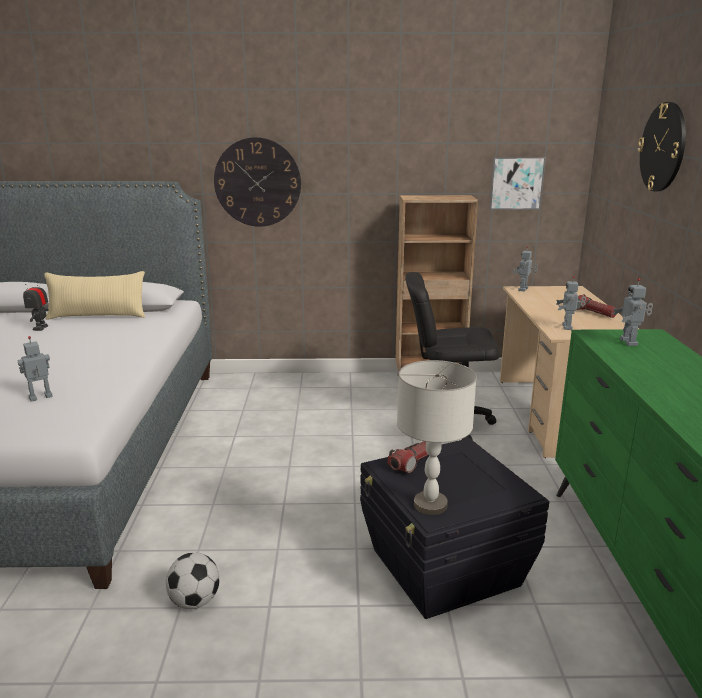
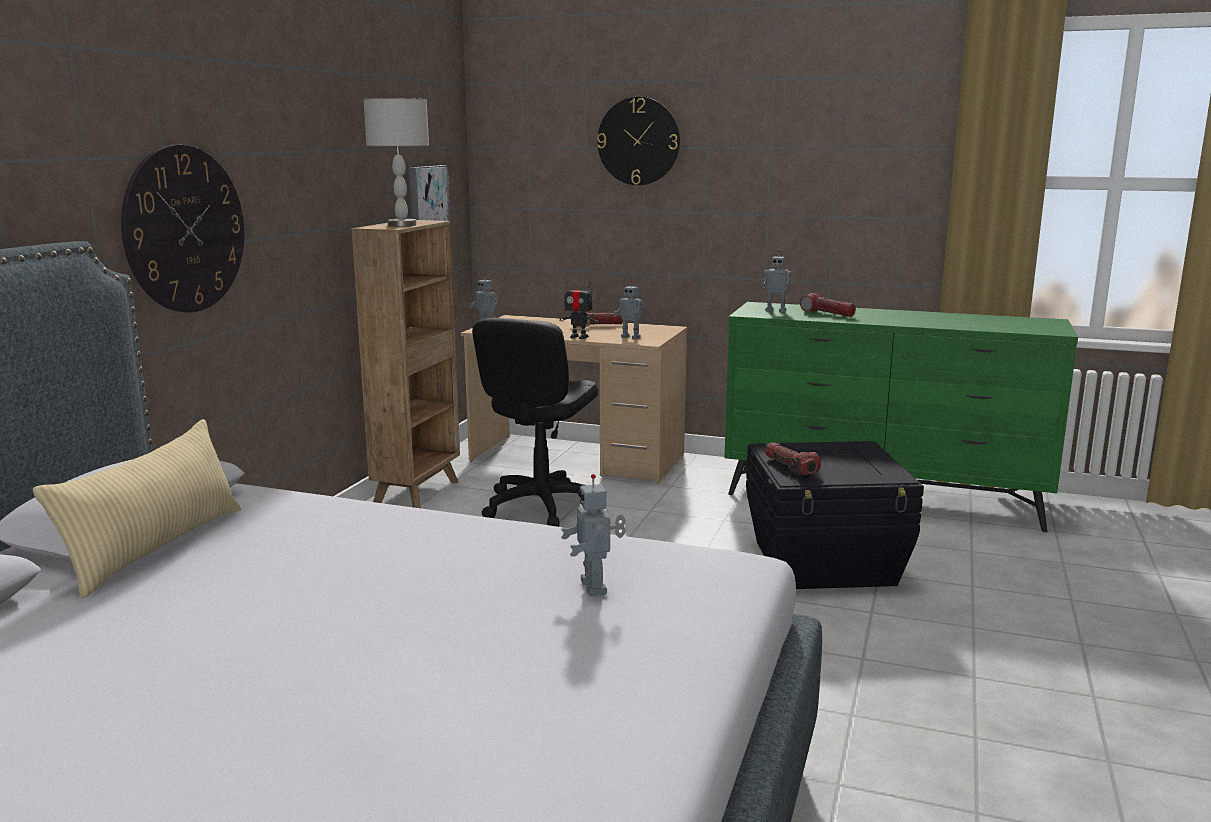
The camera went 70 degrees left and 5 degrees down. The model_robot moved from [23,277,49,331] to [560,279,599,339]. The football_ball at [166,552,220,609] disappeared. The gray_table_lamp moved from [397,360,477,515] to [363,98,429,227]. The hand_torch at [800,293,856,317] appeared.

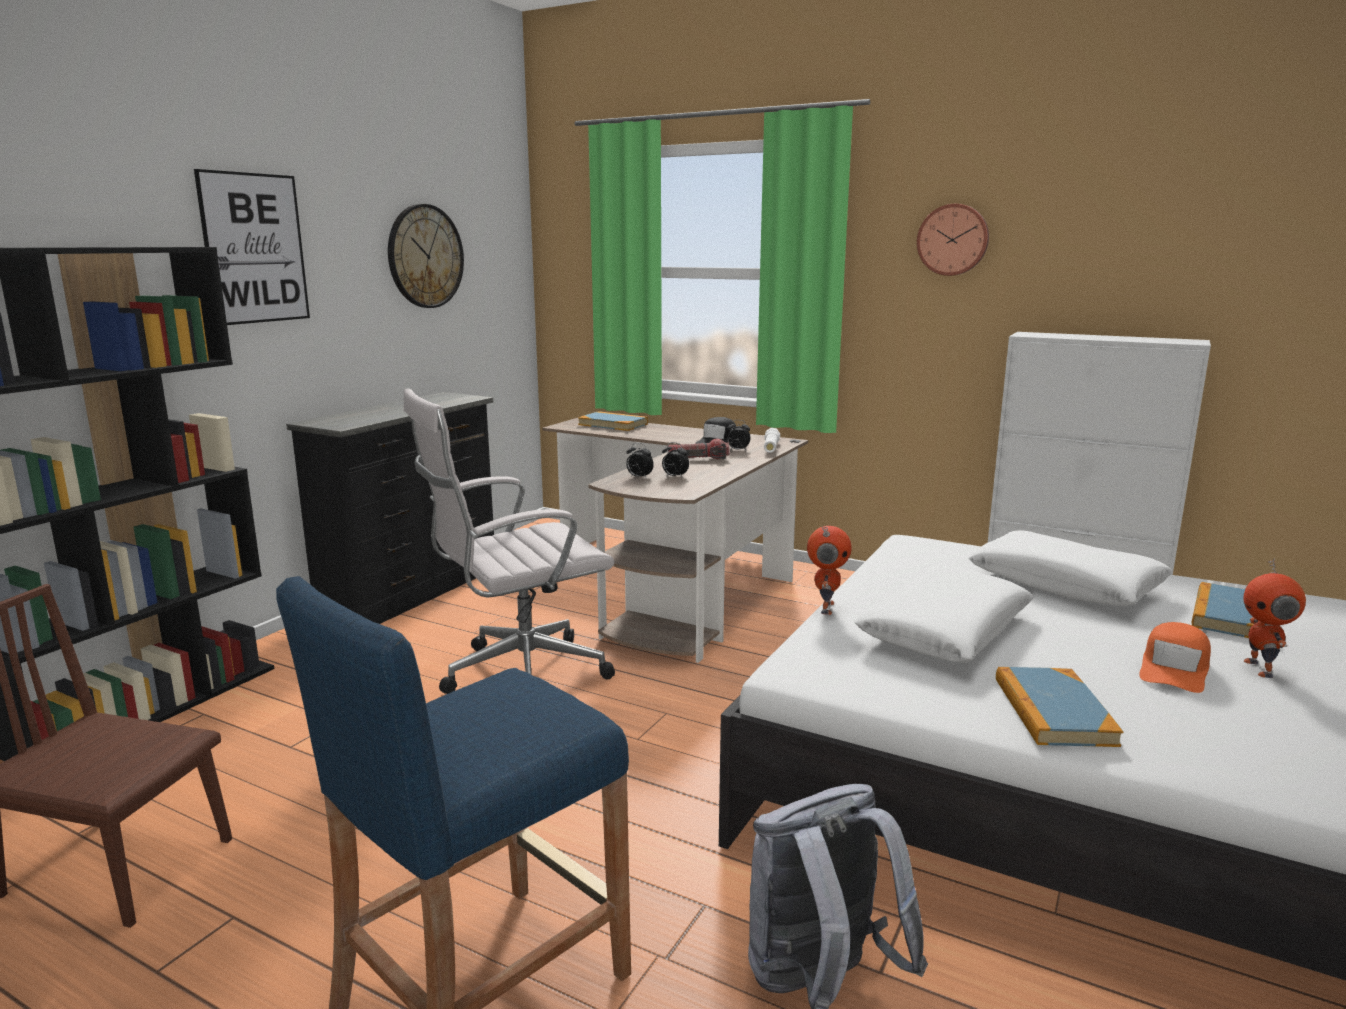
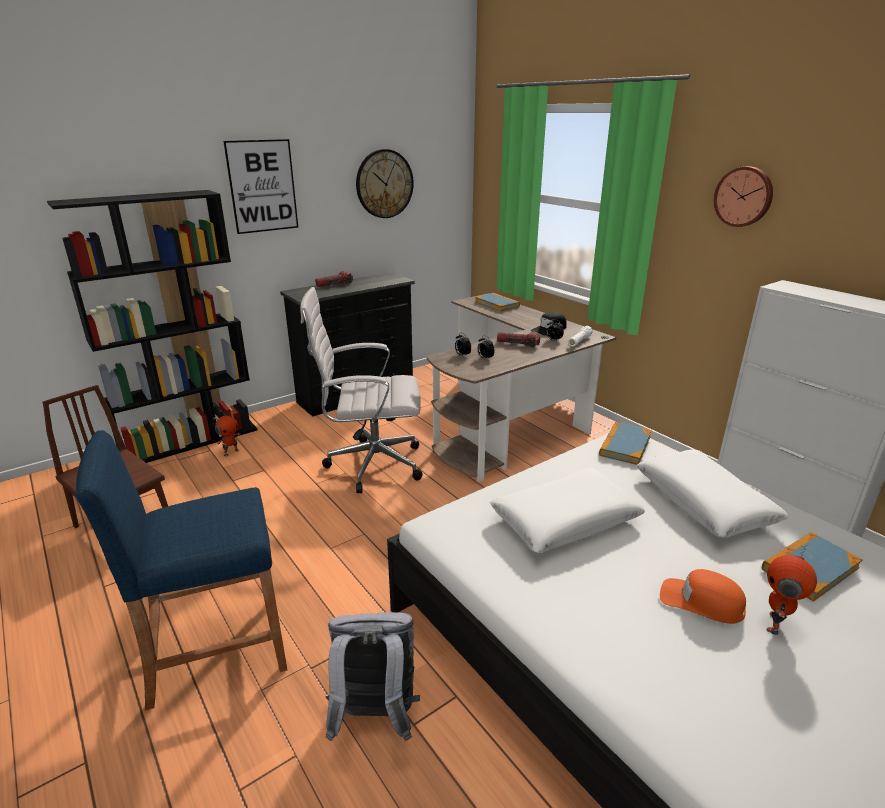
The camera went 25 degrees right and 10 degrees up. The model_robot moved from [807,526,852,615] to [214,416,240,457]. The volume moved from [996,667,1123,747] to [599,422,652,465]. The orange-coloured_baseball_cap at [1139,622,1211,693] turned 60 degrees clockwise. The hand_torch at [315,271,353,287] appeared.

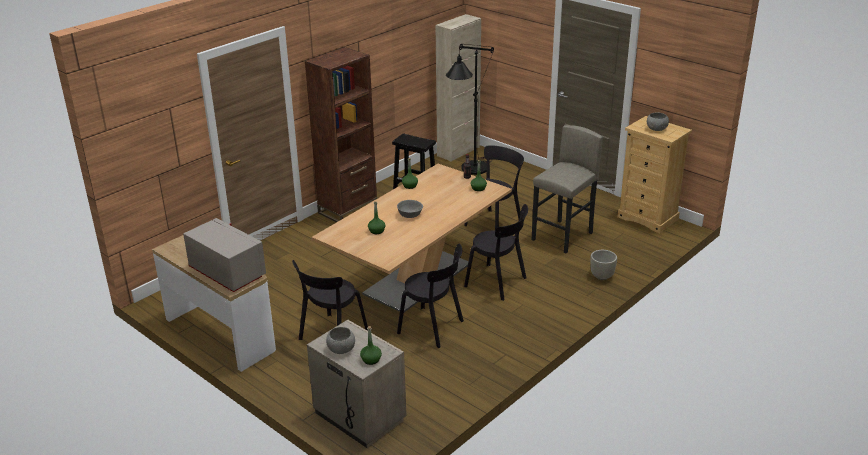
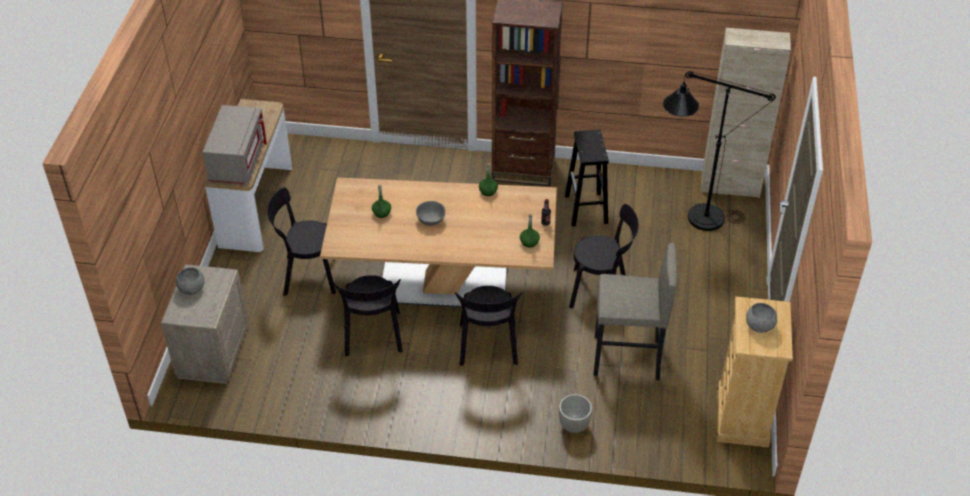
The camera went 55 degrees right and 15 degrees up. The greenish_bottle at [360,326,382,365] disappeared.

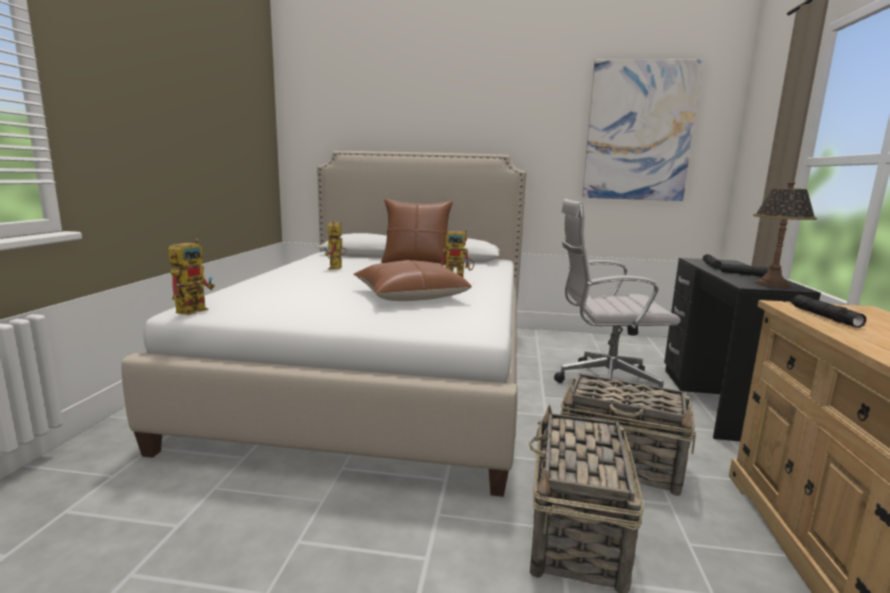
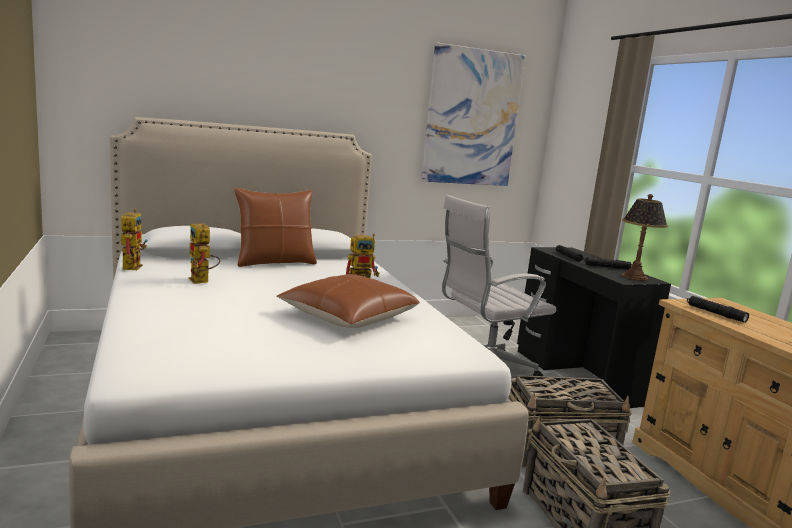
The camera went 30 degrees left and 0 degrees up. The model_robot moved from [168,239,215,315] to [121,209,148,270].

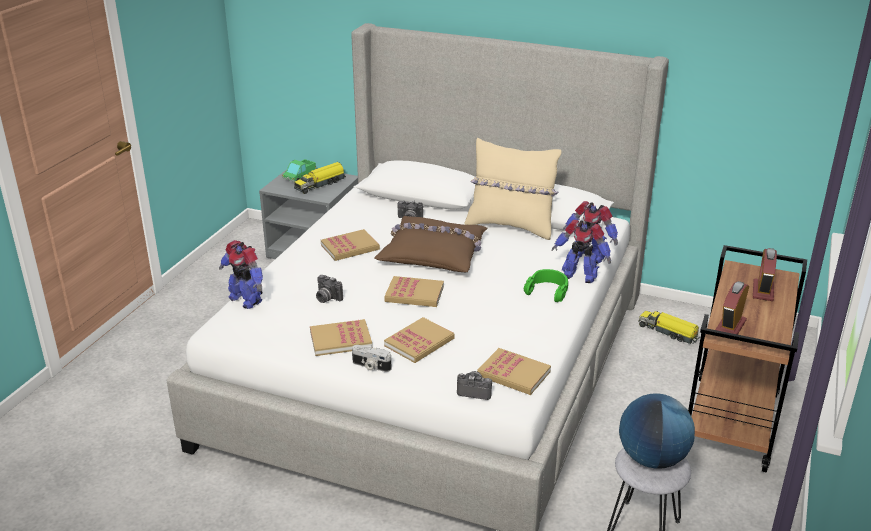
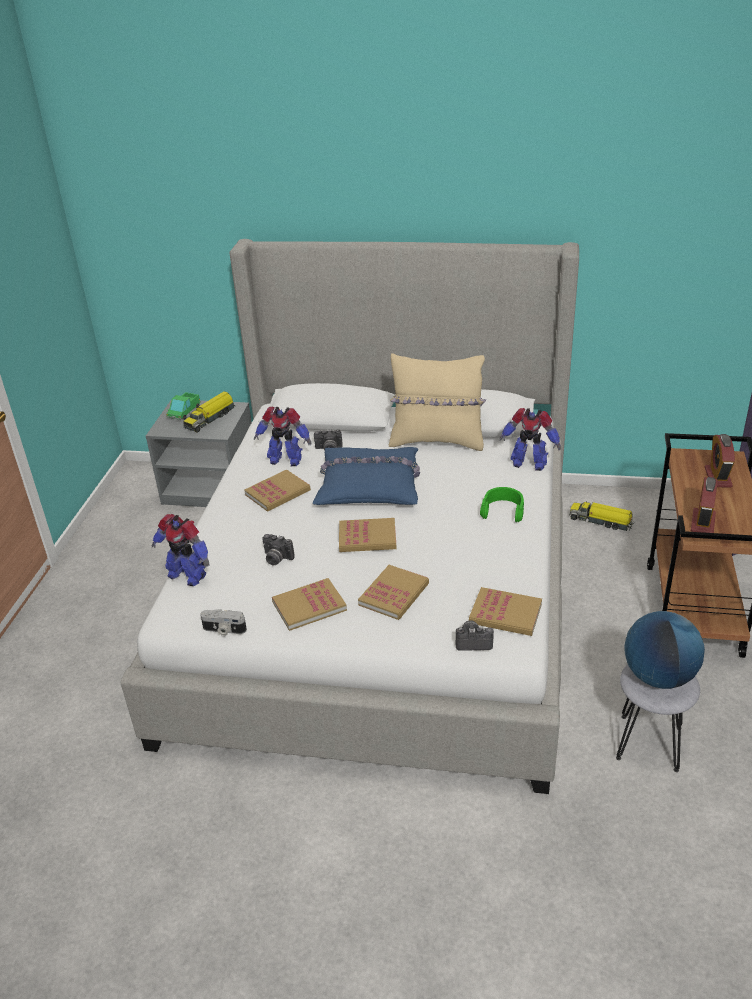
The camera went 10 degrees left and 5 degrees up. The still_camera moved from [352,345,391,372] to [200,609,247,636]. The brown_cushion at [374,216,487,272] became the blue-coloured_cushion at [313,447,420,505]. The model_robot moved from [552,220,611,283] to [254,407,311,466].

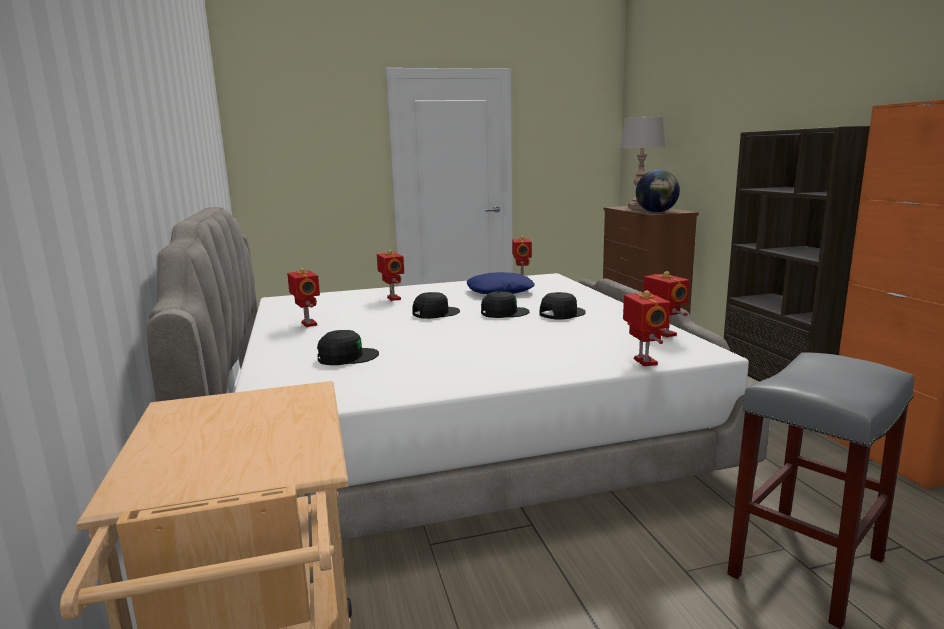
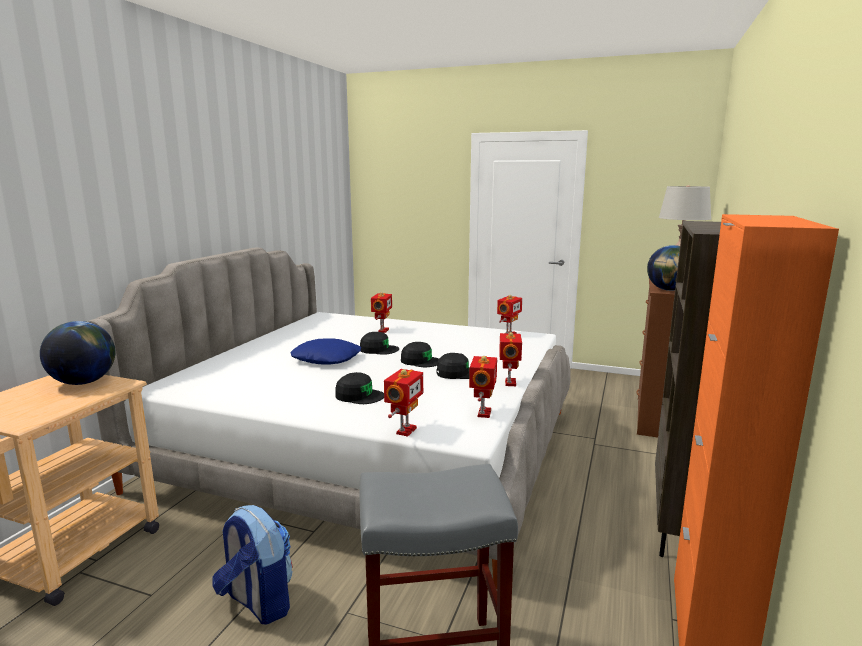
The camera went 35 degrees right and 0 degrees up. The model_robot moved from [287,268,320,327] to [499,332,522,386]. The black-coloured_baseball_cap moved from [317,330,379,365] to [335,372,384,404]. The blue-coloured_cushion moved from [467,272,535,294] to [291,338,361,364]. The world_globe at [40,321,115,385] appeared. The backpack at [213,505,292,625] appeared.

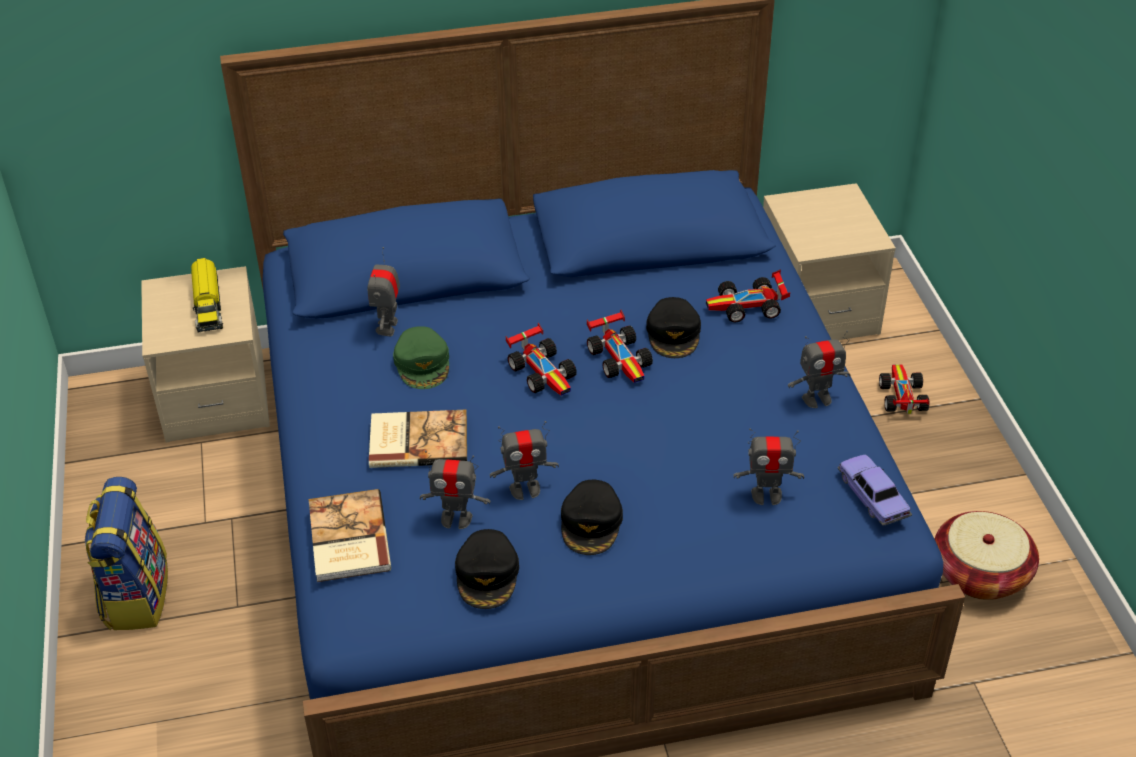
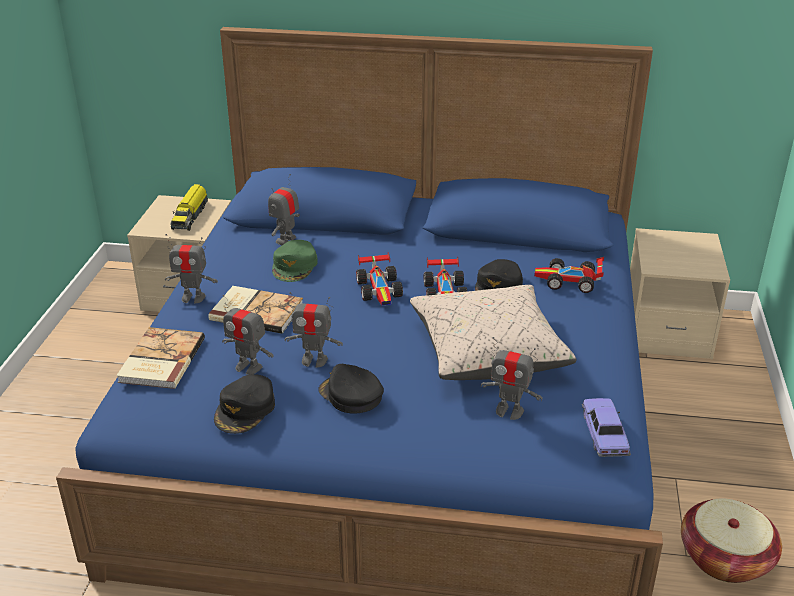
The camera went 20 degrees right and 10 degrees down. The backpack at [85,477,168,630] disappeared. The black-coloured_baseball_cap at [561,480,623,555] turned 105 degrees clockwise. The model_robot moved from [788,330,850,408] to [165,234,218,304]. The miniature_car at [879,364,929,414] disappeared. The beige_cushion at [410,285,576,380] appeared.

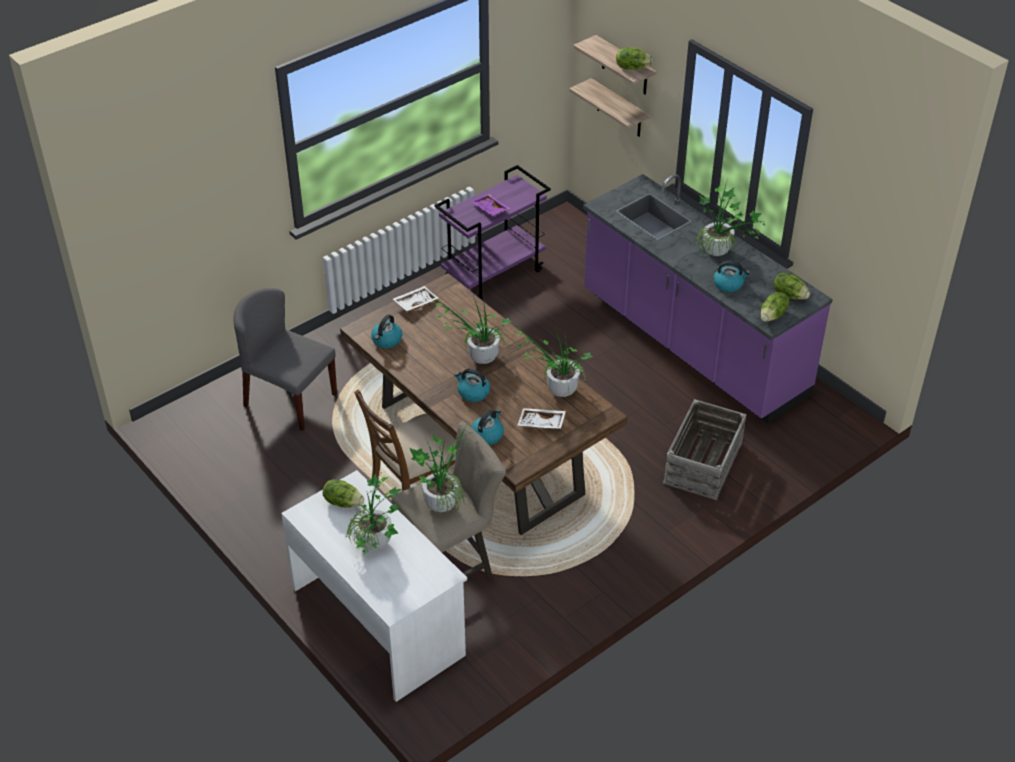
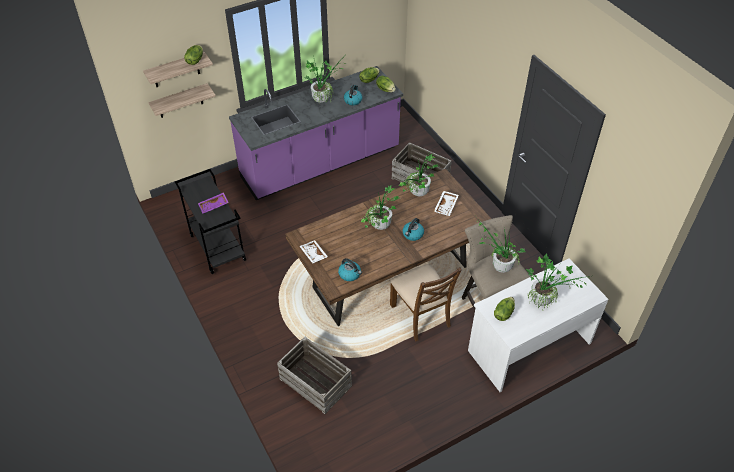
The camera went 80 degrees left and 5 degrees up. The gray_chair at [233,288,337,431] was replaced by the shipping_crate at [277,337,352,414]. The purple-coloured_trolley at [435,165,551,300] became the black-coloured_trolley at [175,169,246,274]. The kettle at [471,409,504,445] disappeared.

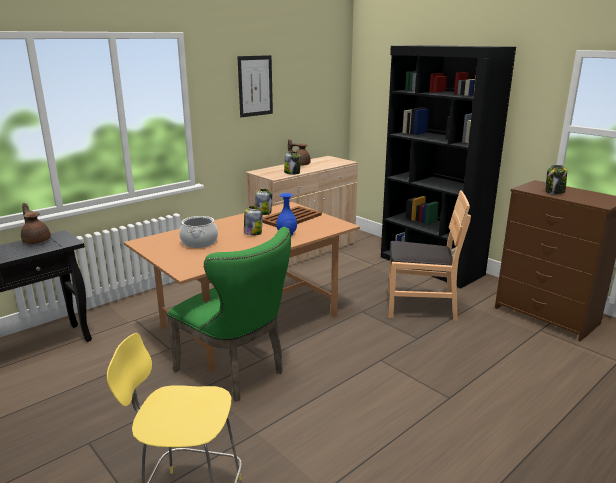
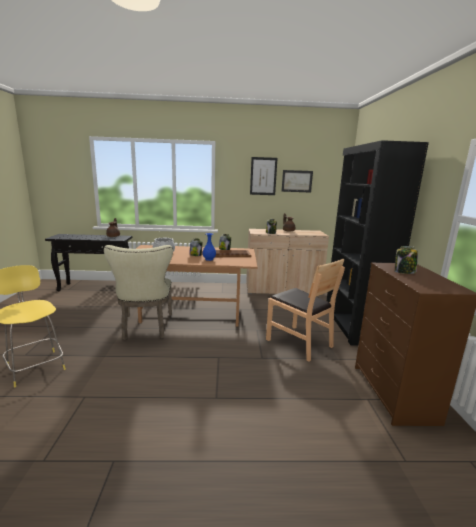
The camera went 40 degrees right and 5 degrees down. The greenish_chair at [167,227,291,402] became the beige_chair at [104,245,173,340]. The wall_picture at [281,170,313,193] appeared.

